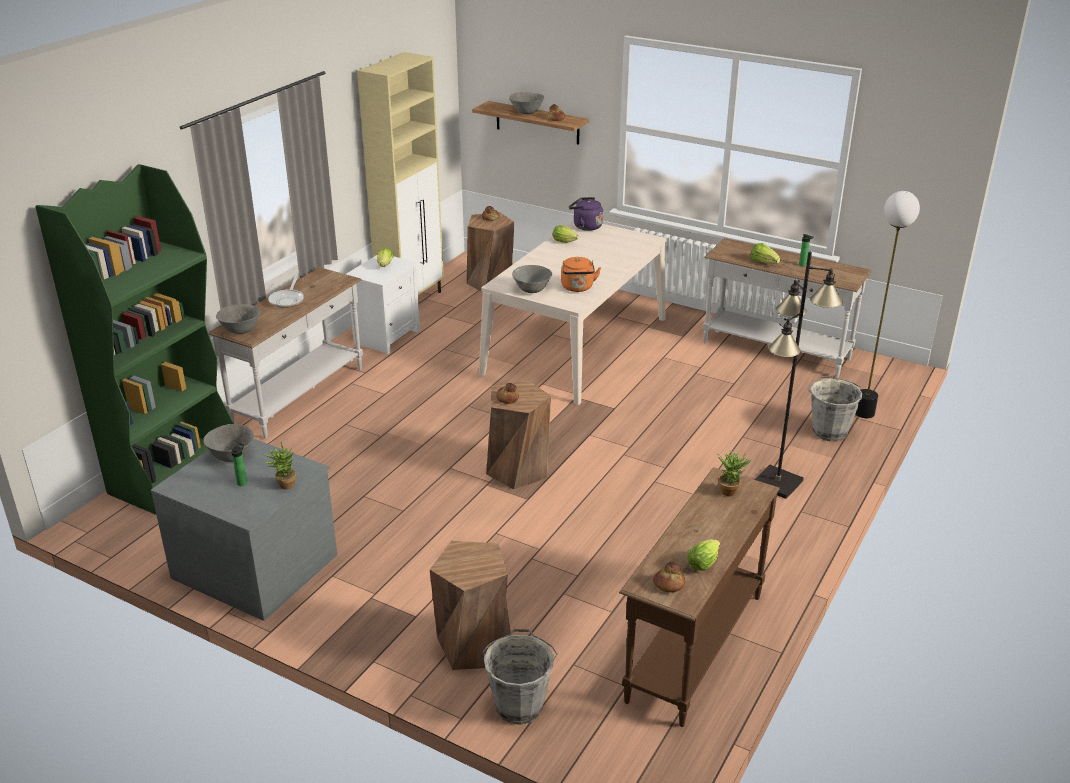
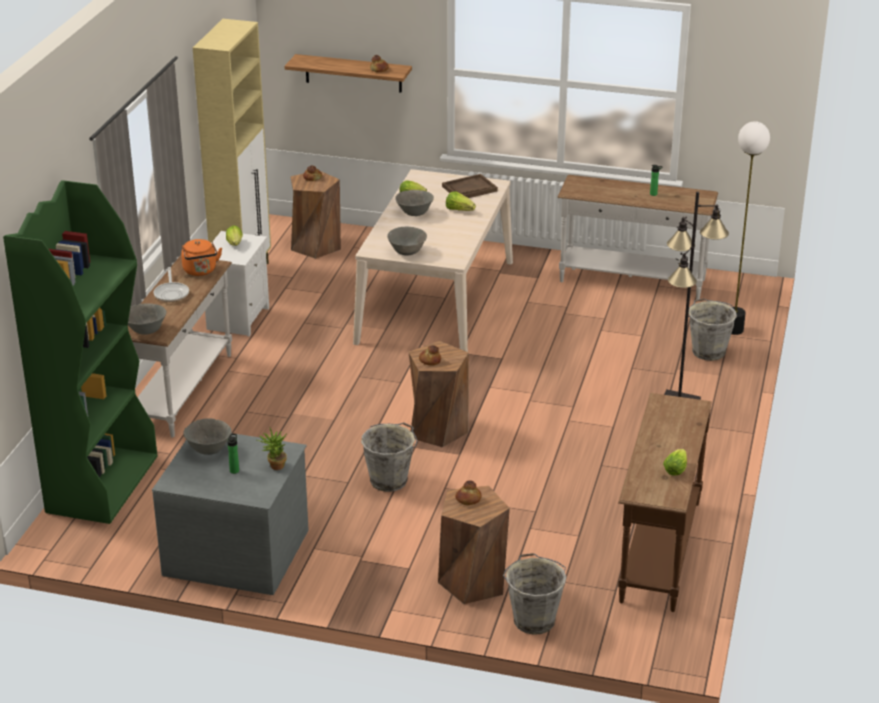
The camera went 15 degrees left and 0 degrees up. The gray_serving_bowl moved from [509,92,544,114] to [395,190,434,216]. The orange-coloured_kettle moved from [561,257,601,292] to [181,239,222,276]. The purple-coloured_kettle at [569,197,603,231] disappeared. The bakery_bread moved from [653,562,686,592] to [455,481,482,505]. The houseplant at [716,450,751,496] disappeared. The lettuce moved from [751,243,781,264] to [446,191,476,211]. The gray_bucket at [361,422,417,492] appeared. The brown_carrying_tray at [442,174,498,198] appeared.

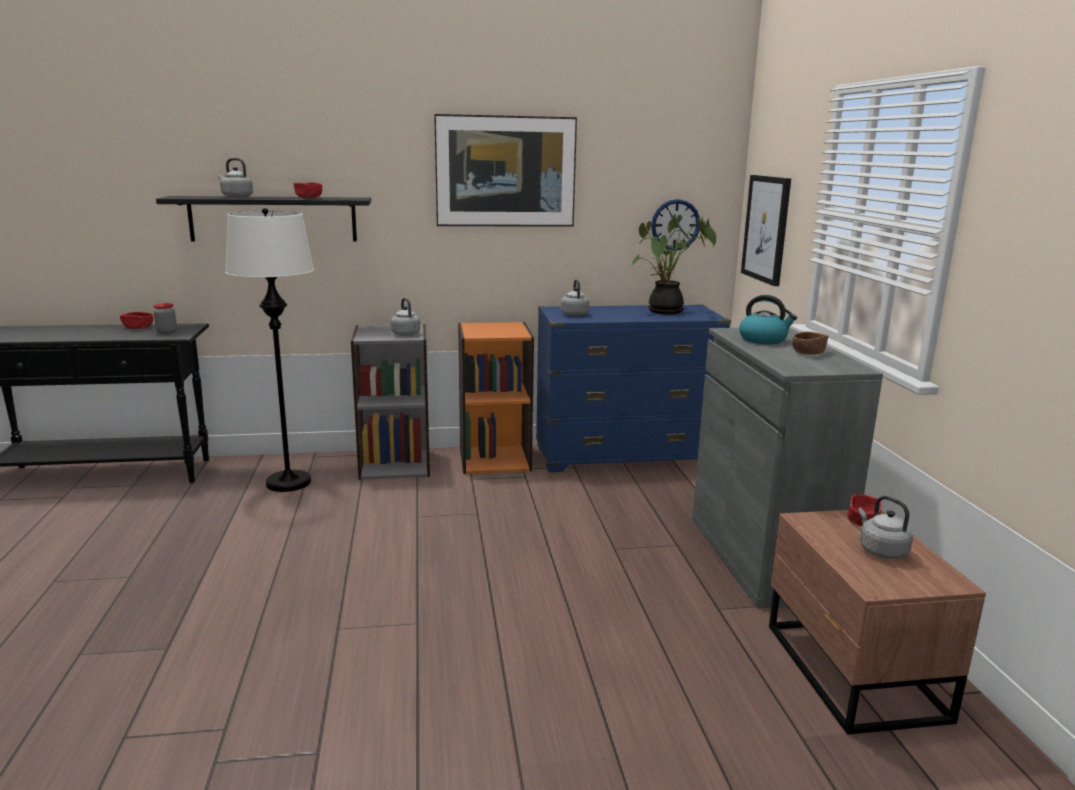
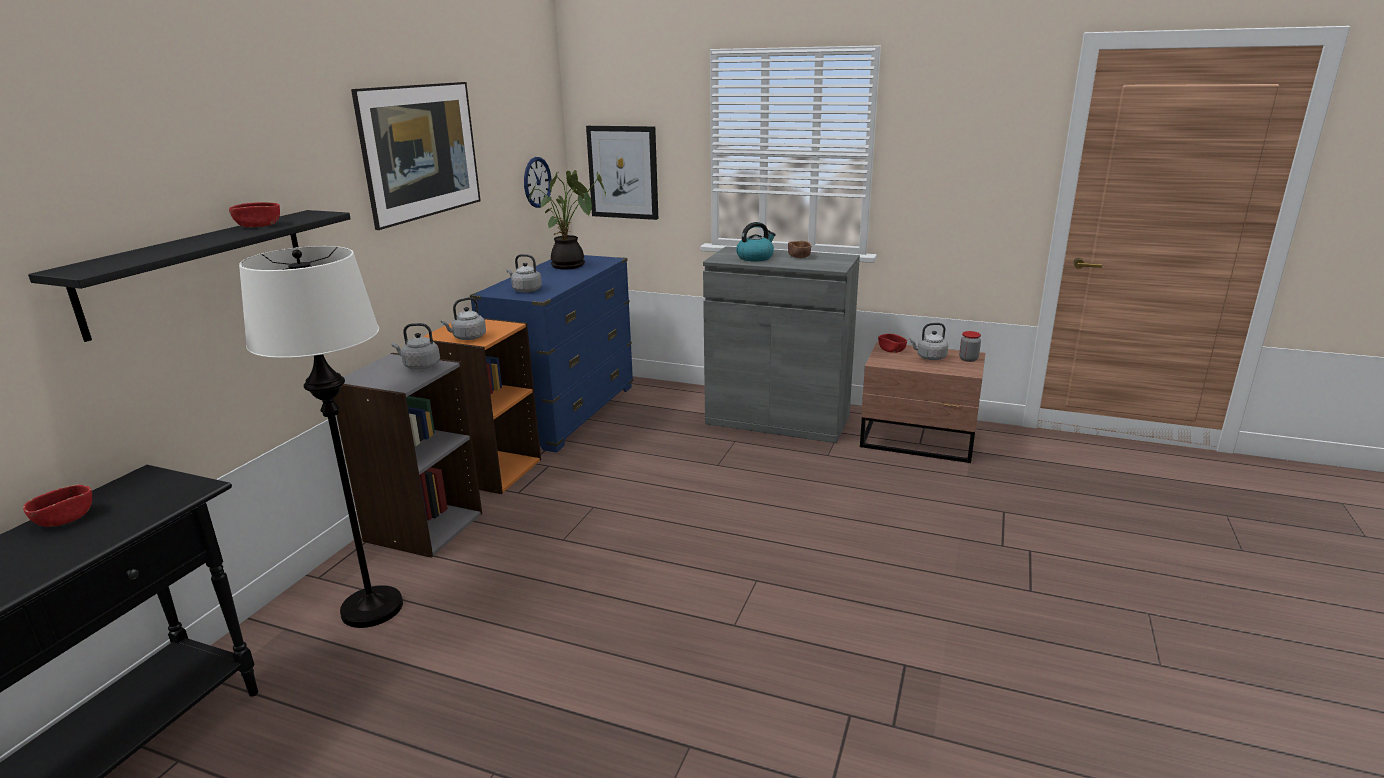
The camera went 60 degrees left and 5 degrees up. The storage_jar moved from [154,303,177,334] to [959,331,981,362]. The gray_kettle moved from [218,158,253,198] to [441,297,486,340].

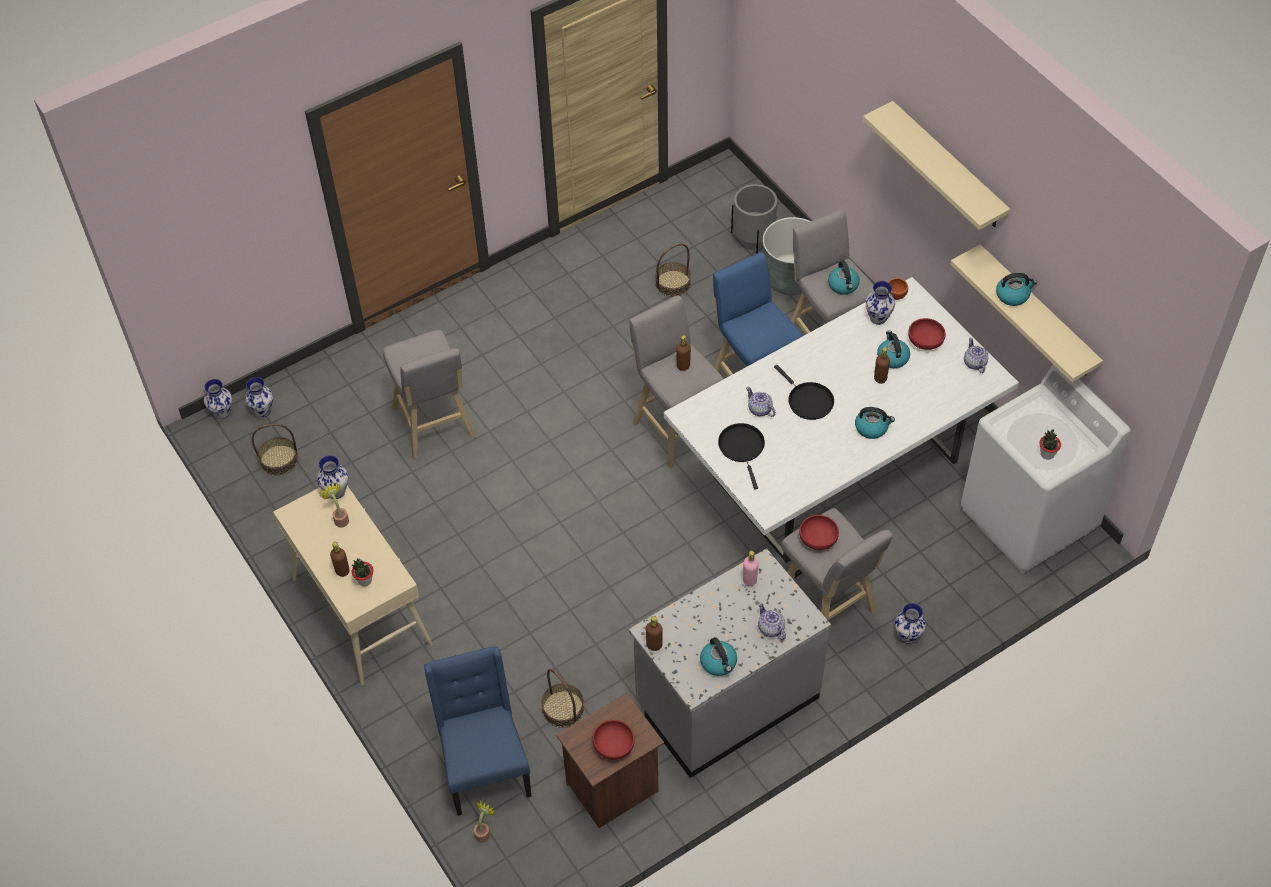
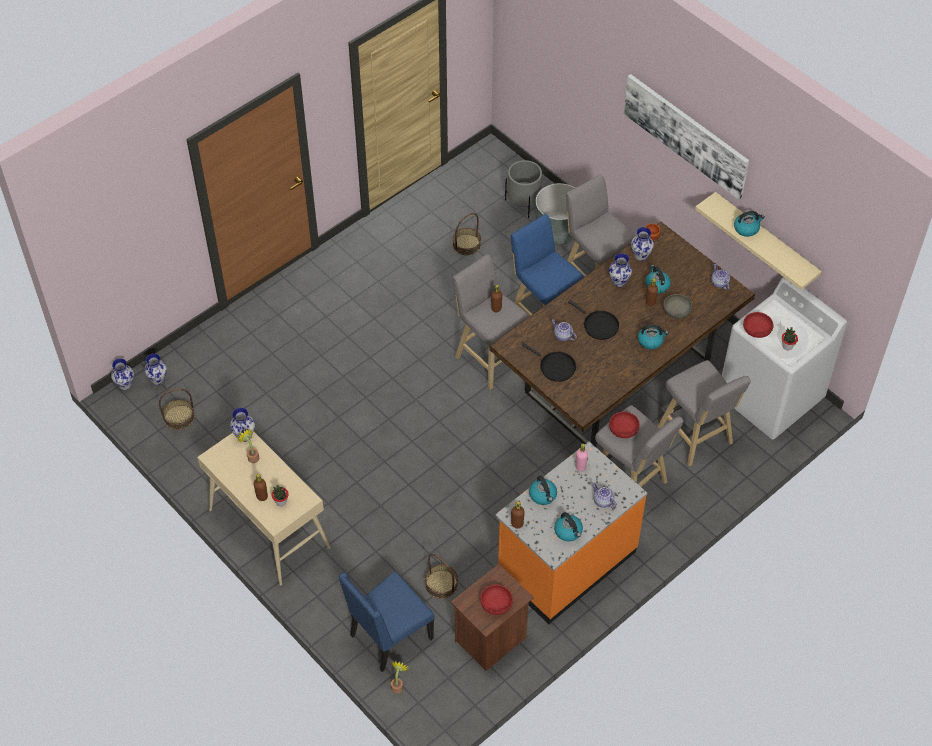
The camera went 10 degrees left and 0 degrees up. The gray_stool_seat moved from [383,330,476,459] to [657,360,751,466]. The blue-coloured_chair at [424,646,531,816] turned 105 degrees counterclockwise. The gray_kitchen_counter at [629,548,831,778] became the orange-coloured_kitchen_counter at [495,441,647,624]. The whitish_dining_table at [664,277,1019,563] became the brown_dining_table at [489,222,755,447]. The black-coloured_frying_pan at [718,423,765,490] turned 150 degrees clockwise. The kettle moved from [828,261,860,295] to [529,476,557,505]. The beige_shelf at [863,101,1010,230] was replaced by the wall_picture at [624,74,749,200]. The decorative_vase moved from [895,603,926,644] to [609,253,632,287]. The red-coloured_serving_bowl moved from [908,318,946,350] to [743,312,774,338]. The gray_serving_bowl at [663,294,692,319] appeared.

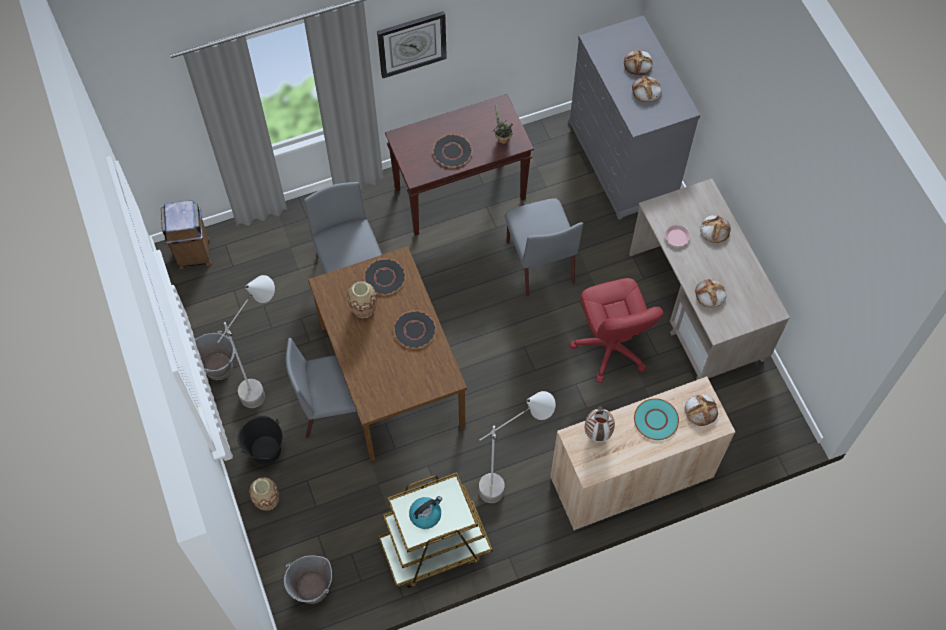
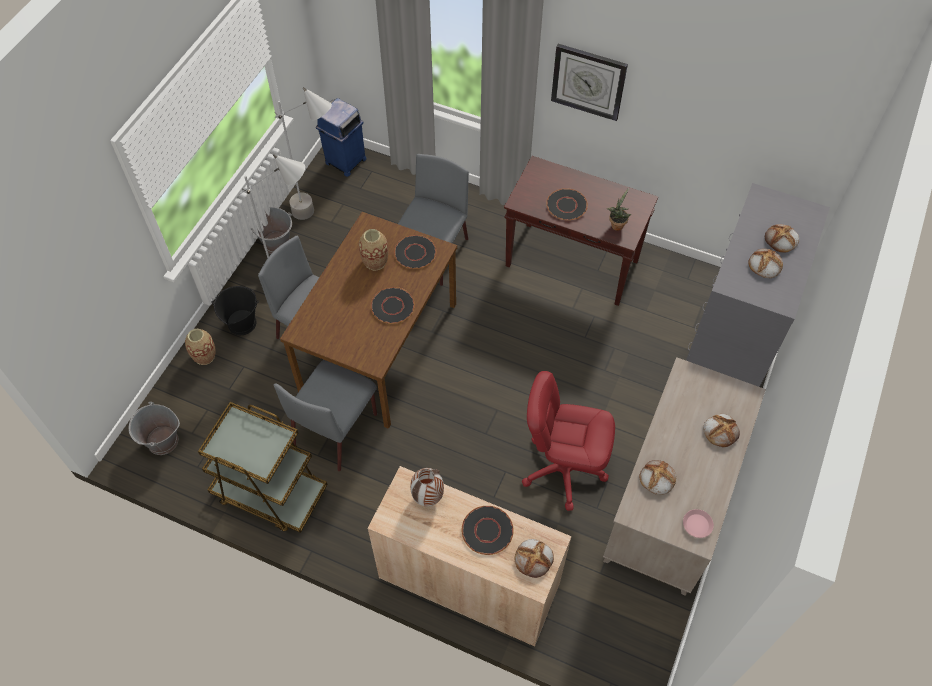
The camera went 45 degrees right and 5 degrees down. The brown_trash_can at [161,200,212,269] became the blue-coloured_trash_can at [316,98,367,177]. The kettle at [409,496,442,529] disappeared. The gray_standard_lamp moved from [479,391,555,503] to [275,87,332,220]. The gray_chair moved from [505,198,583,297] to [274,360,377,471]. The red-coloured_desk_chair at [569,278,663,383] turned 75 degrees clockwise. The turquoise-coloured_flat_dish at [634,398,679,440] became the black-coloured_flat_dish at [462,506,514,555]. The pink_flat_dish moved from [665,225,690,246] to [683,509,714,538].

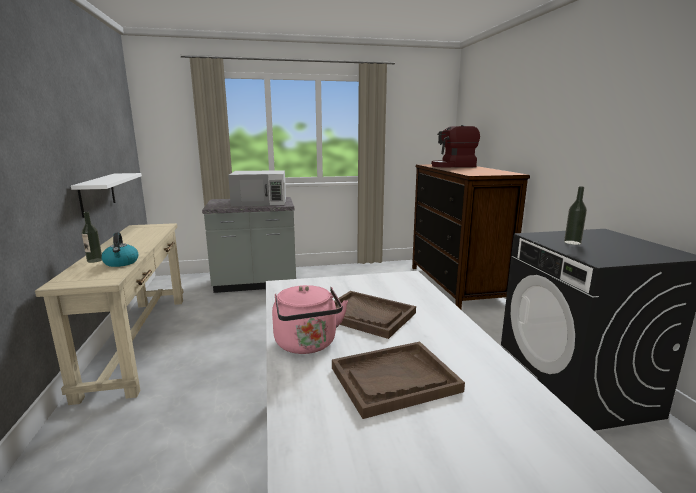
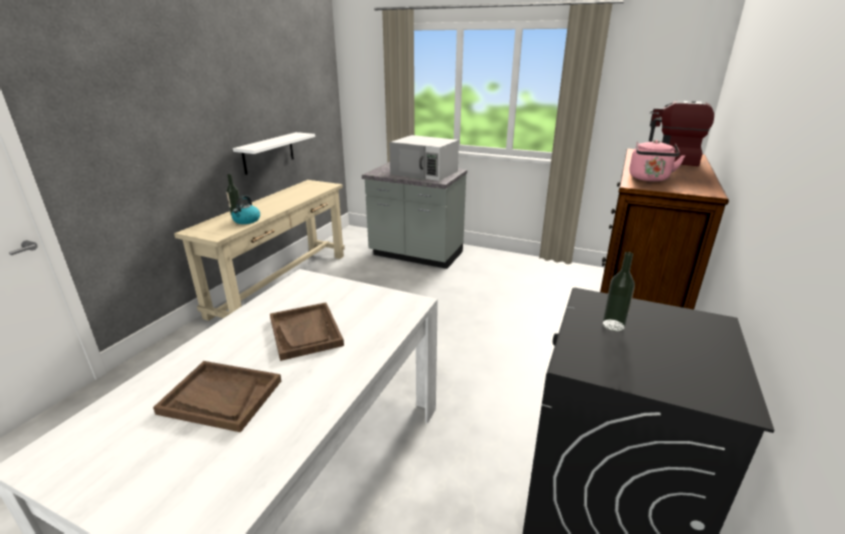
The camera went 35 degrees right and 10 degrees up. The pink_kettle moved from [272,285,348,354] to [629,140,685,182].

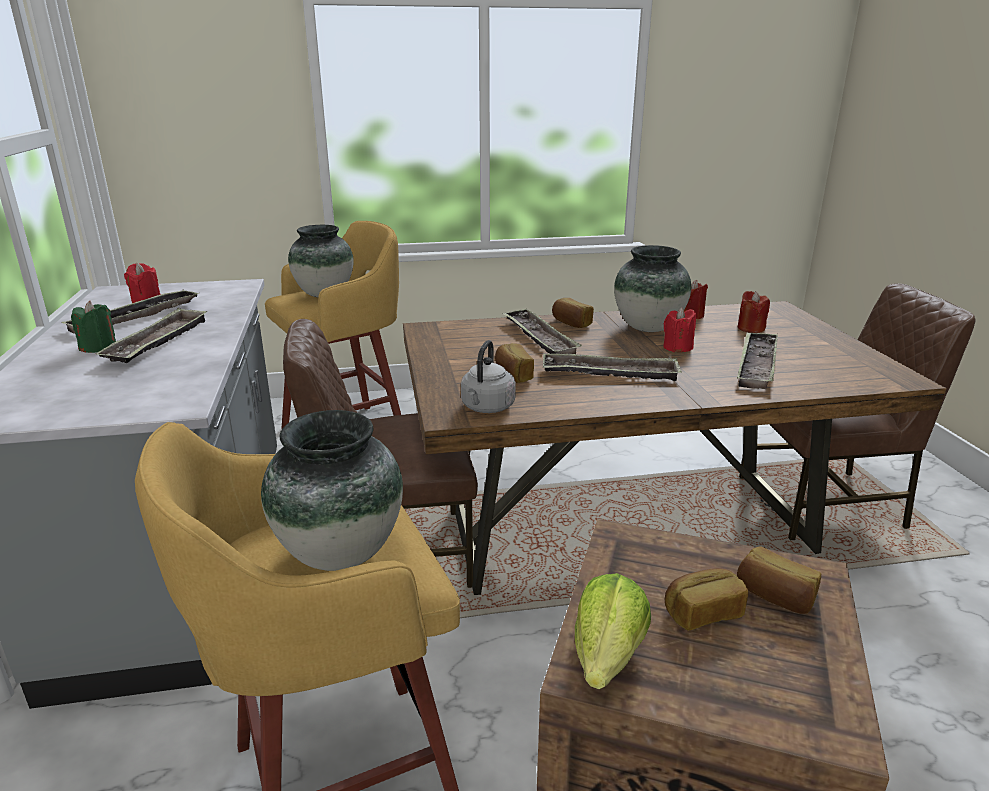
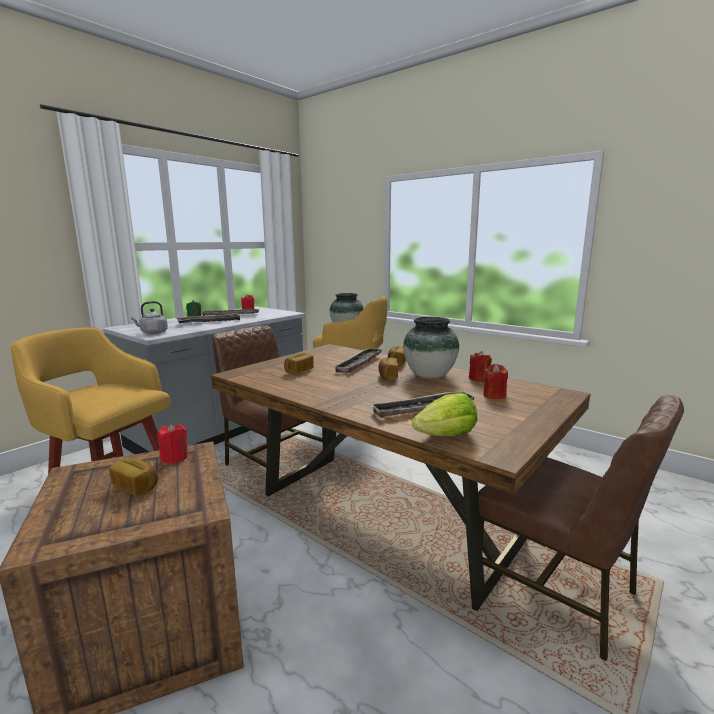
The camera went 50 degrees right and 10 degrees down. The decorative_vase at [261,410,403,571] disappeared. The gray_kettle moved from [461,340,516,413] to [131,301,168,334]. The carrying_tray at [543,353,682,381] disappeared. The lettuce moved from [575,573,651,689] to [412,393,477,436]. The red-coloured_wax_light moved from [663,307,696,352] to [157,424,188,464]. The bakery_bread moved from [737,546,821,614] to [378,357,398,380].

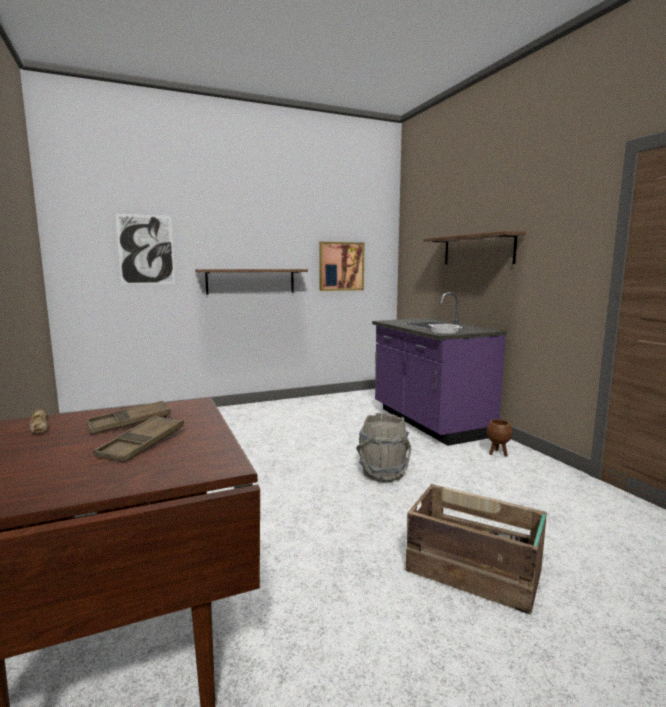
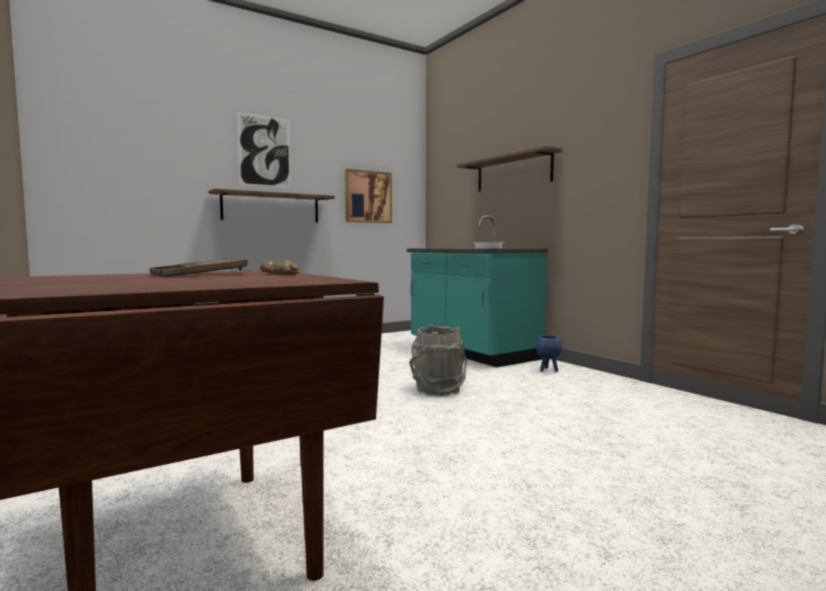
The camera went 10 degrees left and 5 degrees down. The bakery_bread moved from [29,409,48,434] to [260,260,300,275]. The brown_carrying_tray at [93,415,184,462] disappeared. The wall_picture moved from [115,214,175,284] to [237,112,291,188]. The purple-coloured_kitchen_counter at [372,292,507,446] became the turquoise-coloured_kitchen_counter at [407,215,548,367]. The shipping_crate at [406,484,547,615] disappeared. The brown_flower_pot at [487,419,512,456] became the blue-coloured_flower_pot at [536,335,562,372].

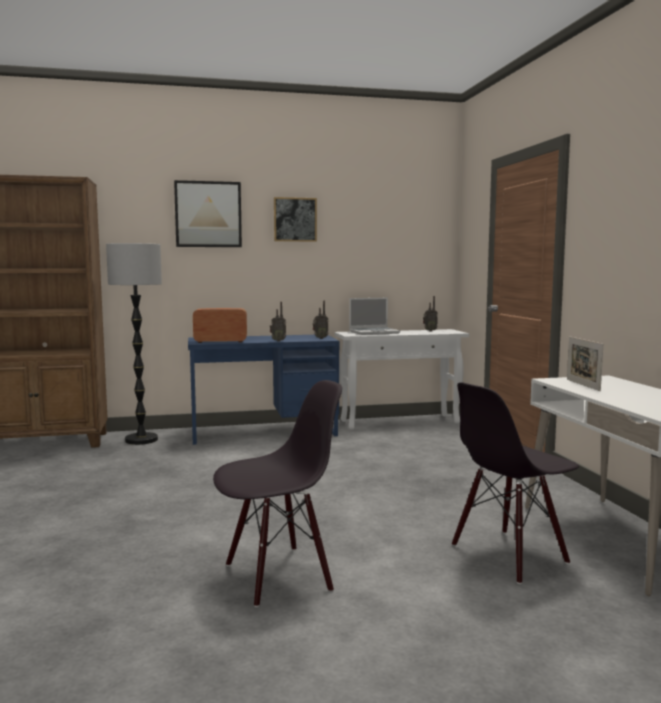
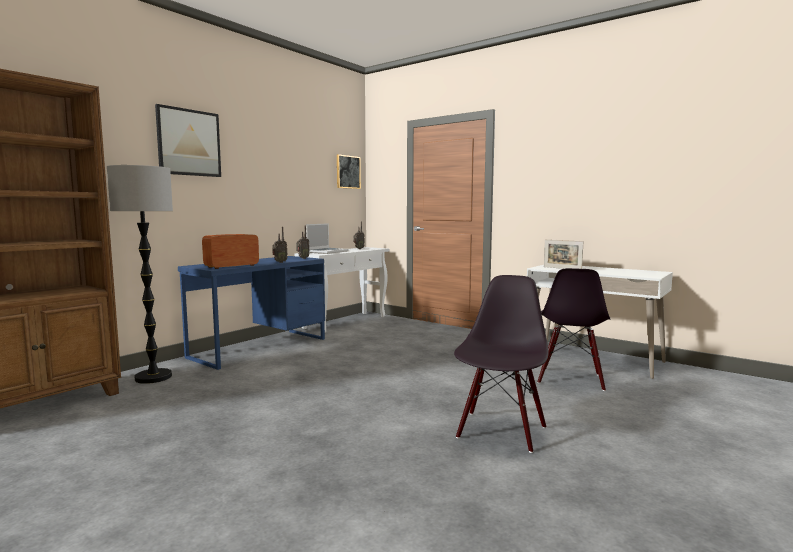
The camera went 40 degrees left and 0 degrees up. The wall_picture moved from [274,197,317,242] to [337,154,361,189].

